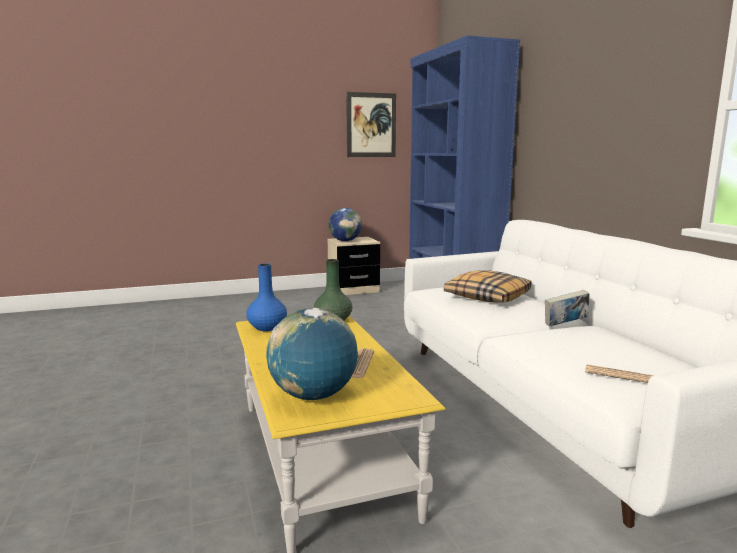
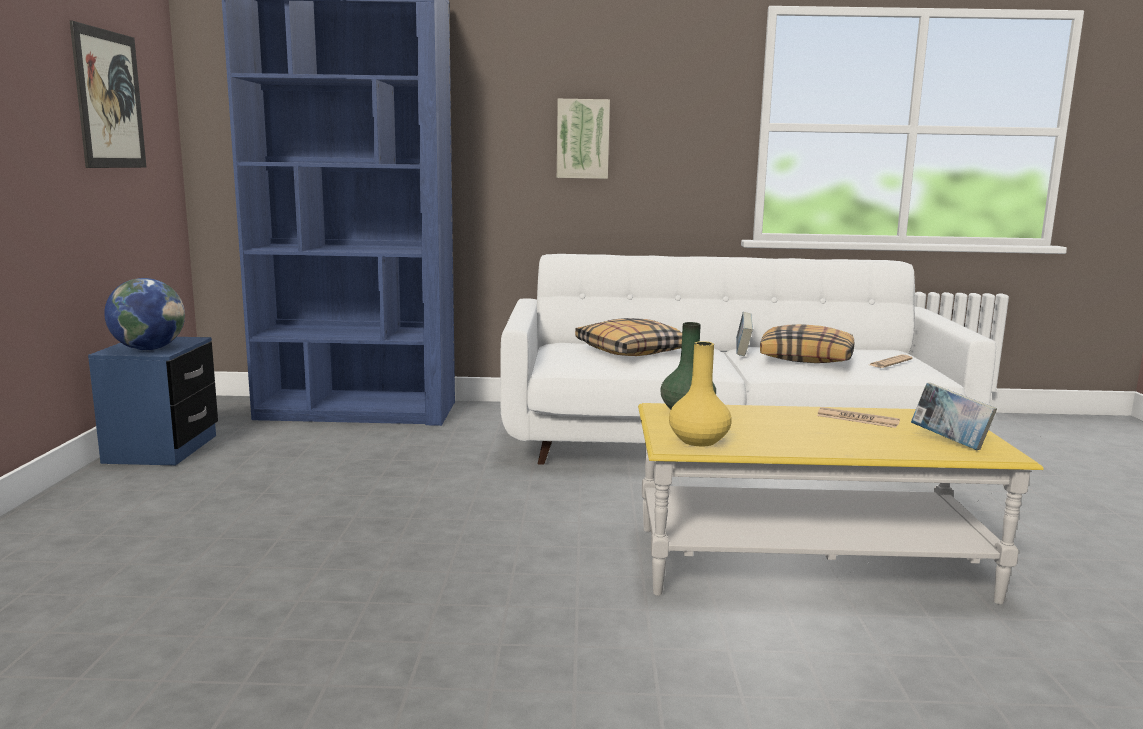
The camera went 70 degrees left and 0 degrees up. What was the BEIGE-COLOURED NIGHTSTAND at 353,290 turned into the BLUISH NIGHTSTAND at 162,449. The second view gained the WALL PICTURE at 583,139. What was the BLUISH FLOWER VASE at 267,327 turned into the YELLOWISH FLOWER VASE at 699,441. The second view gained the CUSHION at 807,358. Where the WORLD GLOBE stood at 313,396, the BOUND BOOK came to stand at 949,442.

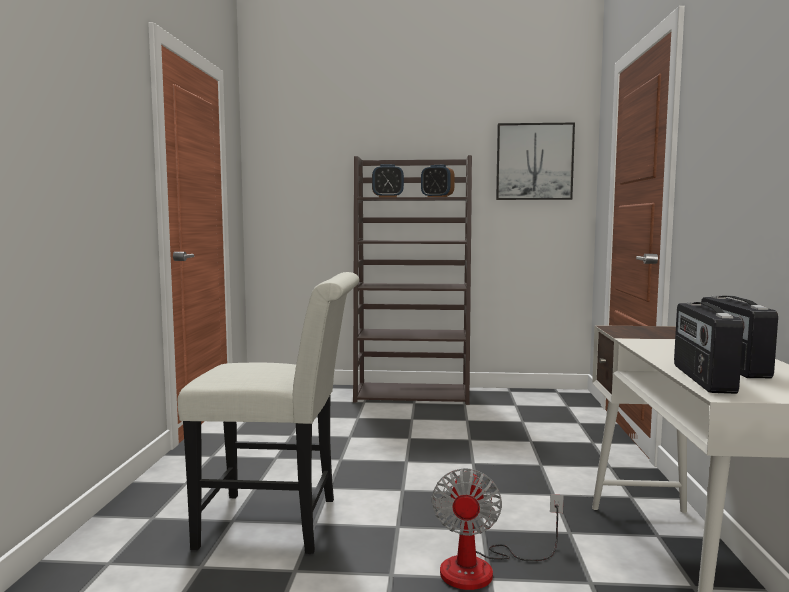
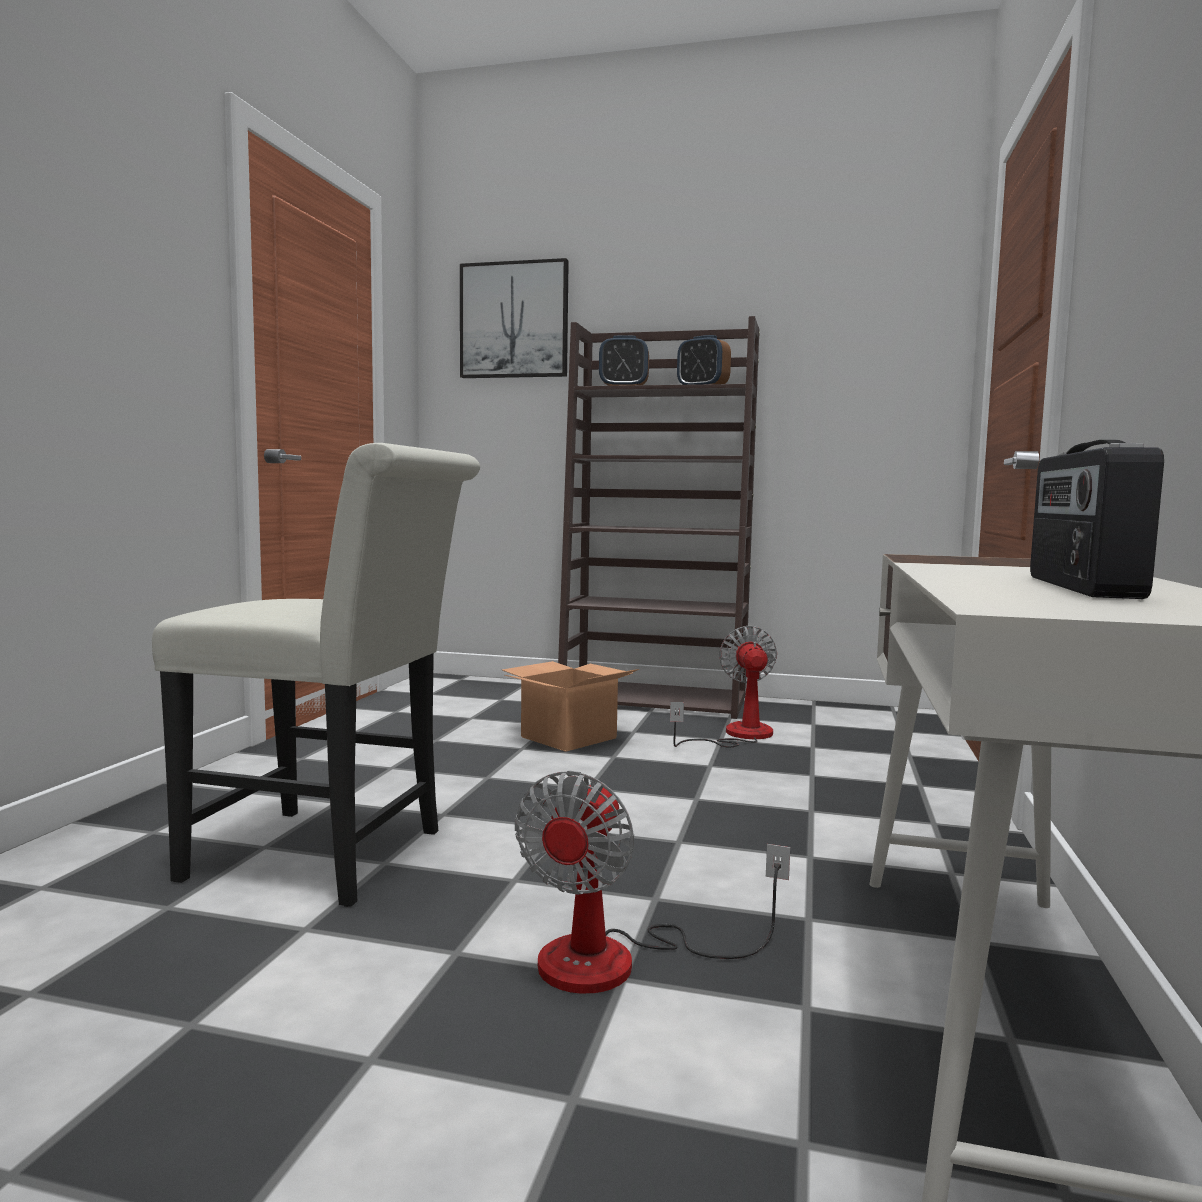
The camera went 10 degrees right and 0 degrees up. The WALL PICTURE ended up elsewhere, having gone from 534,162 to 514,320. The second view gained the PACKING BOX at 568,738. The second view gained the ELECTRIC FAN at 737,735. The second view lost the RADIO SET at 701,378.

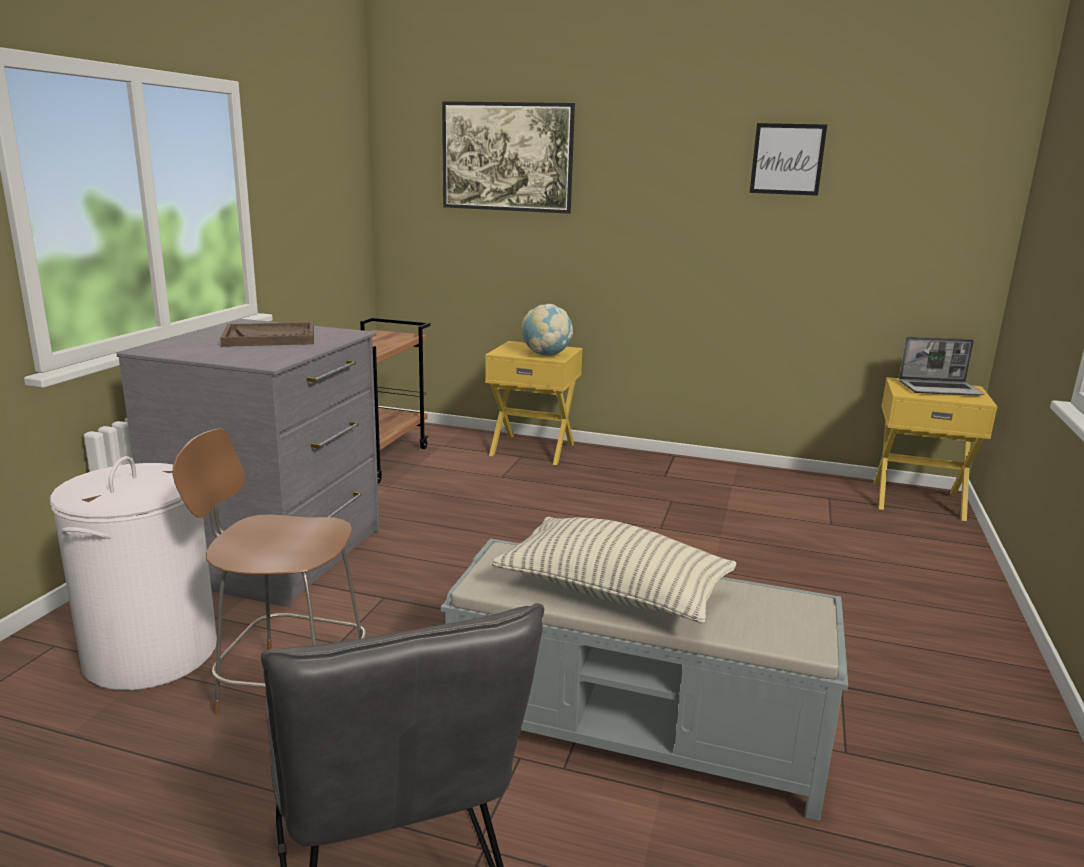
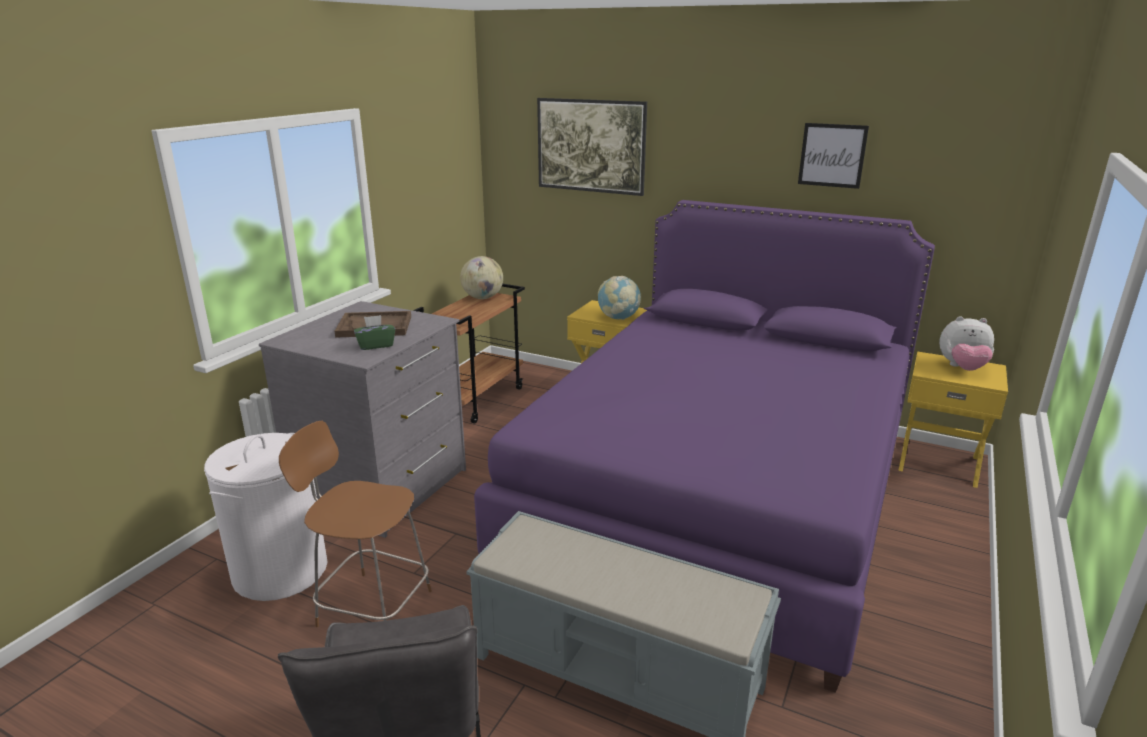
The camera went 10 degrees right and 5 degrees up. The second view gained the GREEN TISSUE BOX at 376,345. The second view gained the WORLD GLOBE at 483,298. The second view gained the PURPLE-COLOURED BED at 717,496. Where the NOTEBOOK COMPUTER stood at 940,389, the CUDDLY TOY came to stand at 962,368. The second view lost the CUSHION at 613,593.

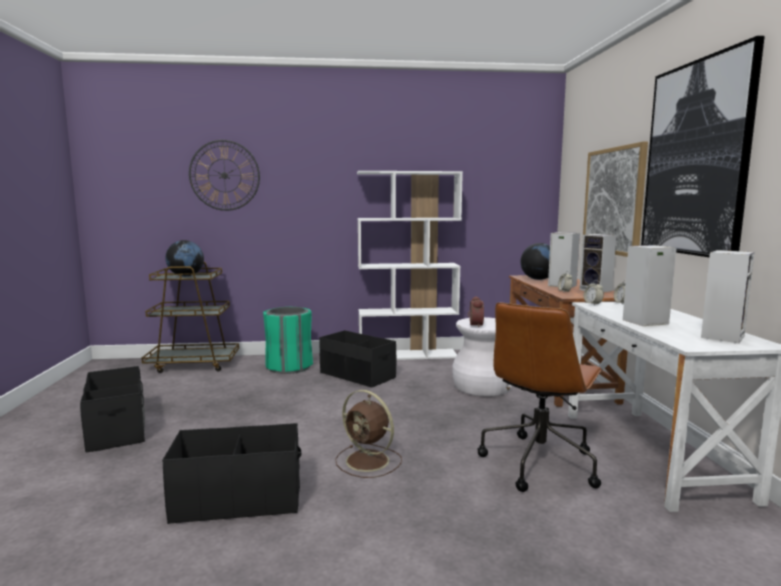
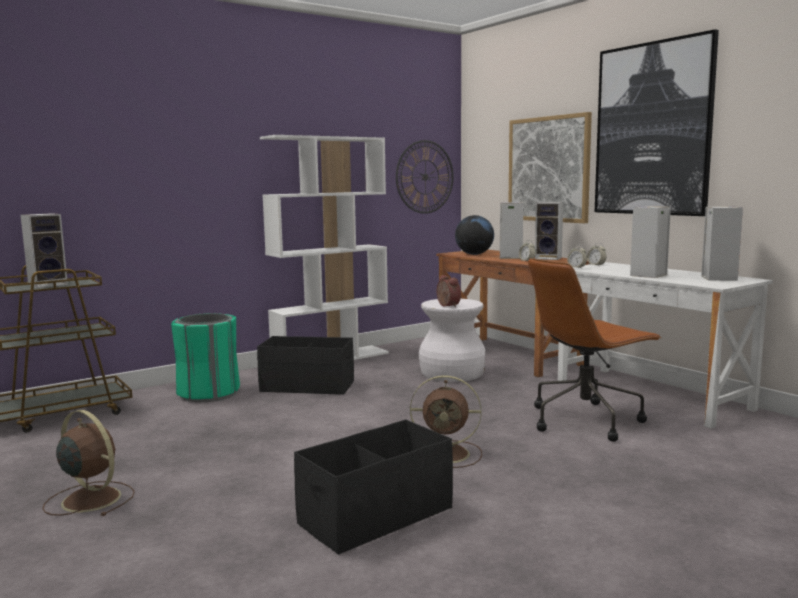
The camera went 30 degrees left and 0 degrees up. Where the WORLD GLOBE stood at 186,276, the AUDIO SPEAKER came to stand at 49,284. Where the BLACKISH STORAGE BIN stood at 117,428, the BROWN-COLOURED ELECTRIC FAN came to stand at 90,499. The HANGING CLOCK ended up elsewhere, having gone from 224,175 to 425,177. The BROWN-COLOURED DESK CHAIR at 539,462 ended up facing another way, 60 degrees clockwise from before.

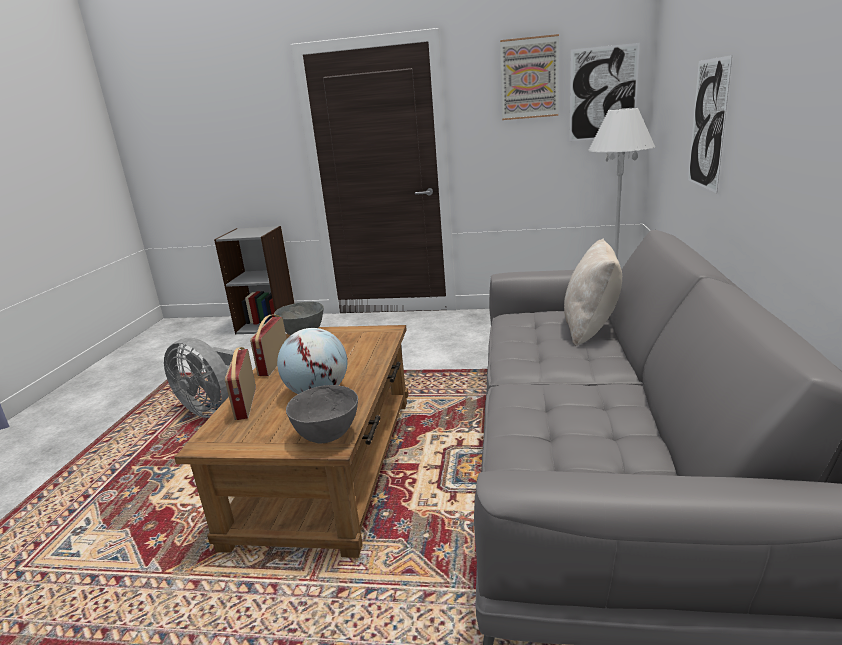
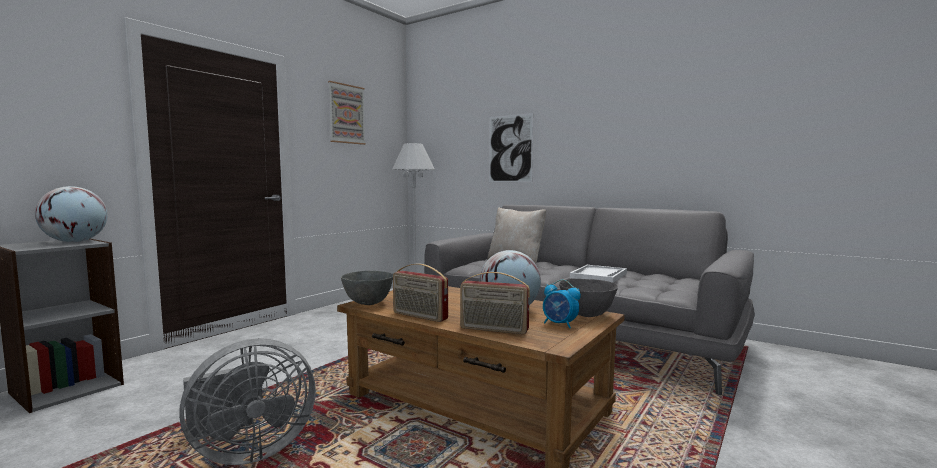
The camera went 65 degrees left and 15 degrees down. The second view gained the WORLD GLOBE at 75,242. The second view gained the BEDSIDE CLOCK at 560,324. The second view gained the WHITE-COLOURED CARRYING TRAY at 599,275. The second view lost the WALL PICTURE at 603,93.

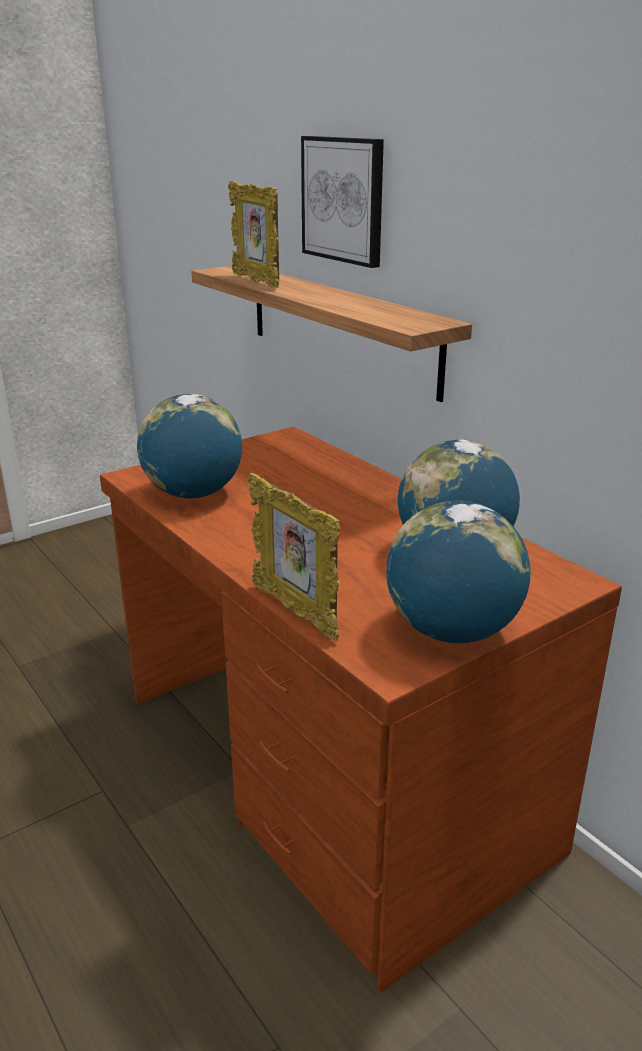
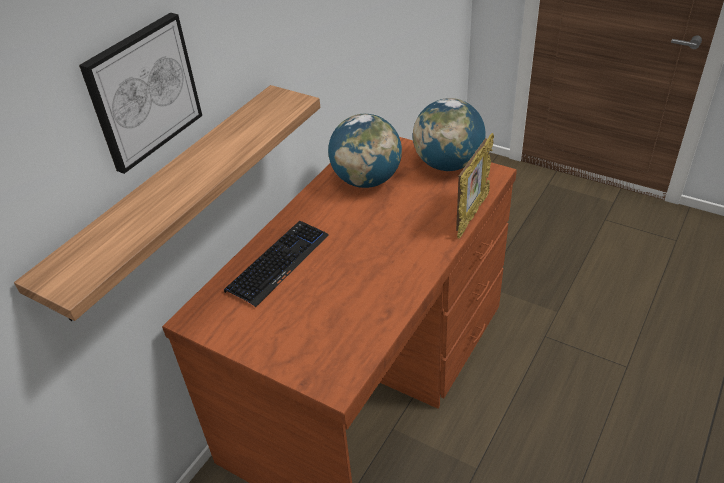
The camera went 110 degrees left and 15 degrees up. The second view gained the COMPUTER KEYBOARD at 278,263. The second view lost the WORLD GLOBE at 193,494. The second view lost the PICTURE FRAME at 256,281.

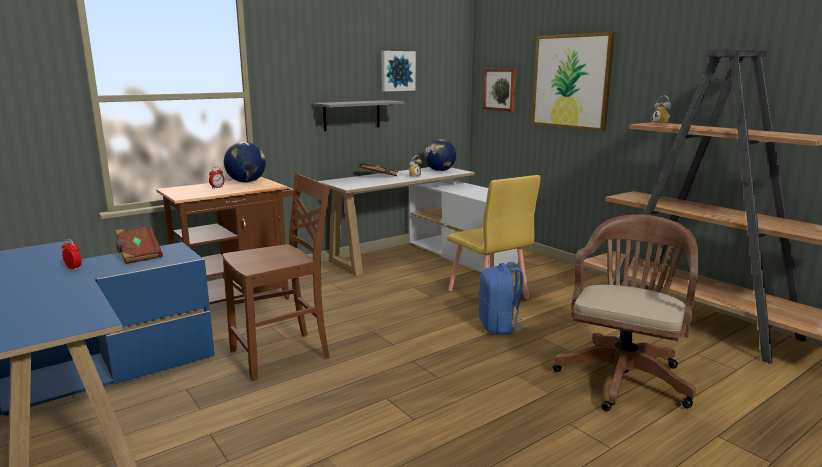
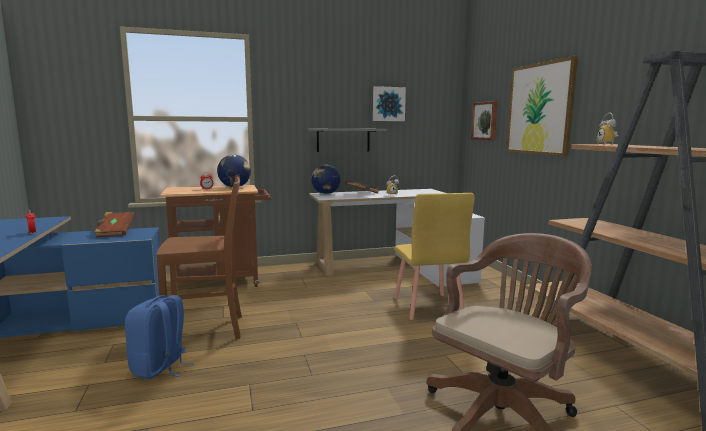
The camera went 20 degrees right and 5 degrees down. The BLUISH RUCKSACK ended up elsewhere, having gone from 499,327 to 160,368. The WORLD GLOBE ended up elsewhere, having gone from 440,171 to 325,194.

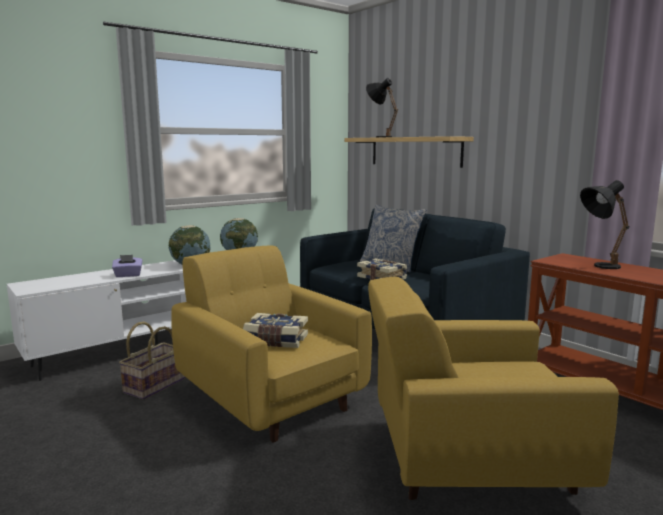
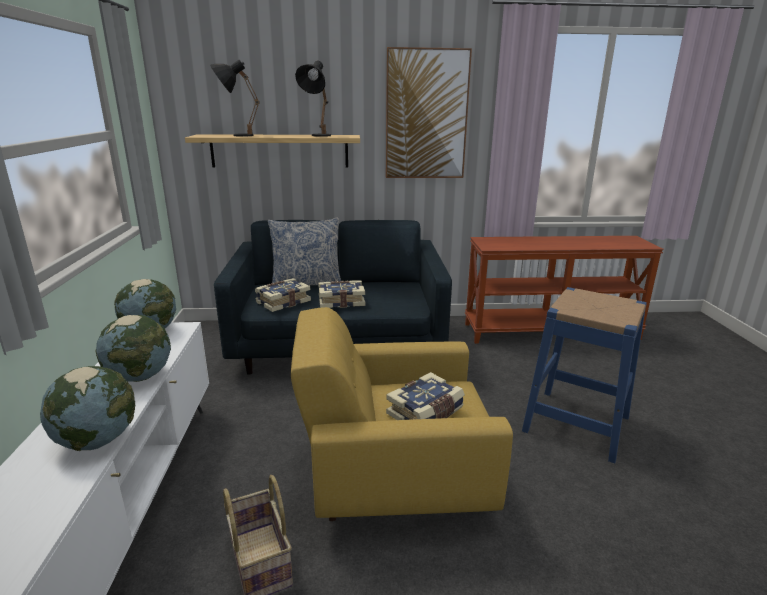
The camera went 55 degrees left and 10 degrees up. Where the PURPLE-COLOURED TISSUE BOX stood at 128,275, the WORLD GLOBE came to stand at 98,440. The second view gained the BOUND BOOK at 282,302. The BLACKISH TABLE LAMP ended up elsewhere, having gone from 598,266 to 317,136. The second view gained the WALL PICTURE at 426,115. Where the YELLOWISH ARMCHAIR stood at 468,461, the BLUISH STOOL SEAT came to stand at 576,424.

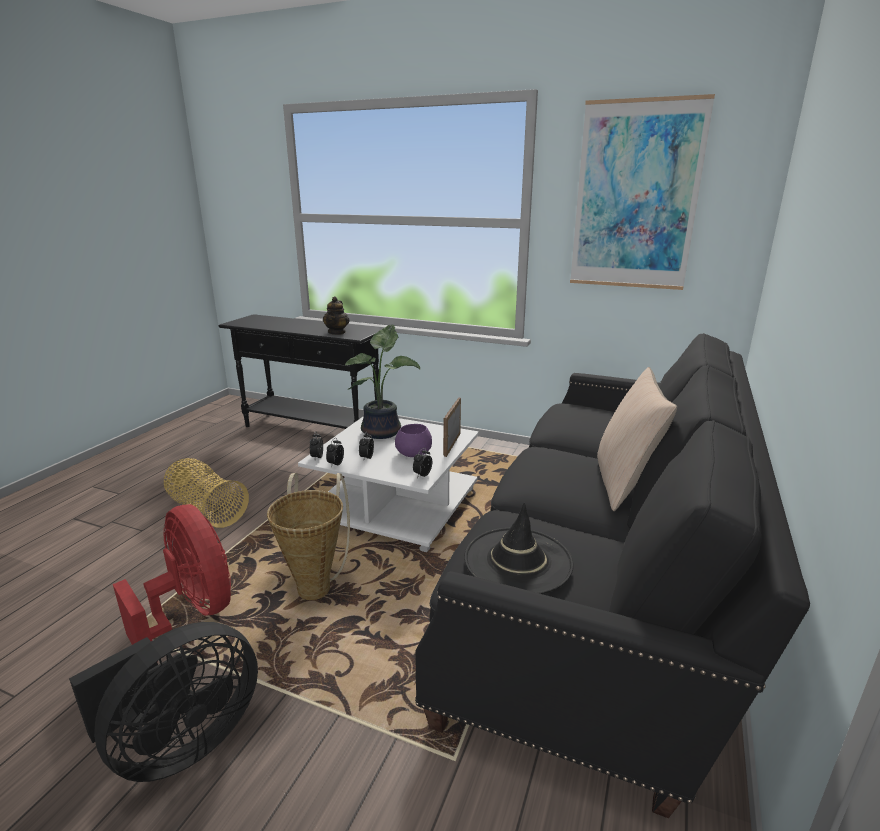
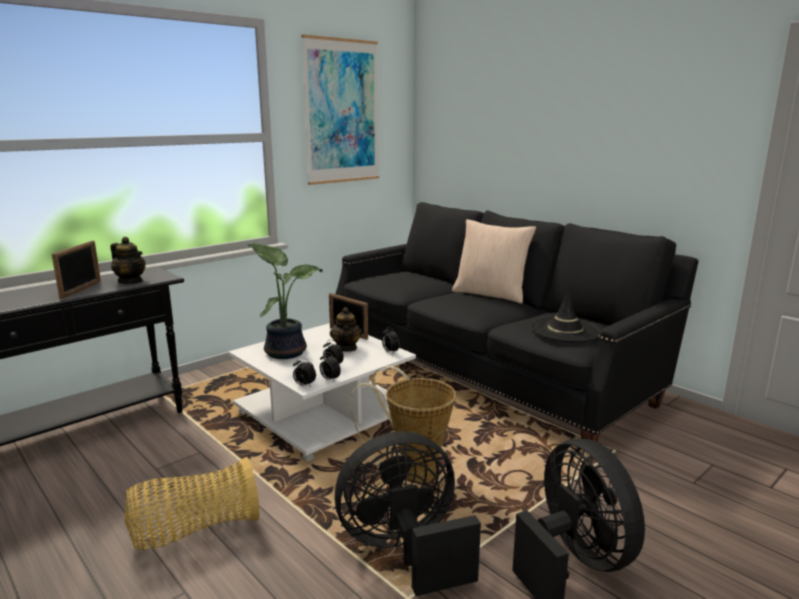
The camera went 65 degrees left and 5 degrees down. The second view gained the PICTURE FRAME at 81,289. Where the PURPLE-COLOURED DEEP DISH stood at 414,453, the TEAPOT came to stand at 346,347. What was the RED-COLOURED ELECTRIC FAN at 192,613 turned into the BLACKISH ELECTRIC FAN at 405,551.

